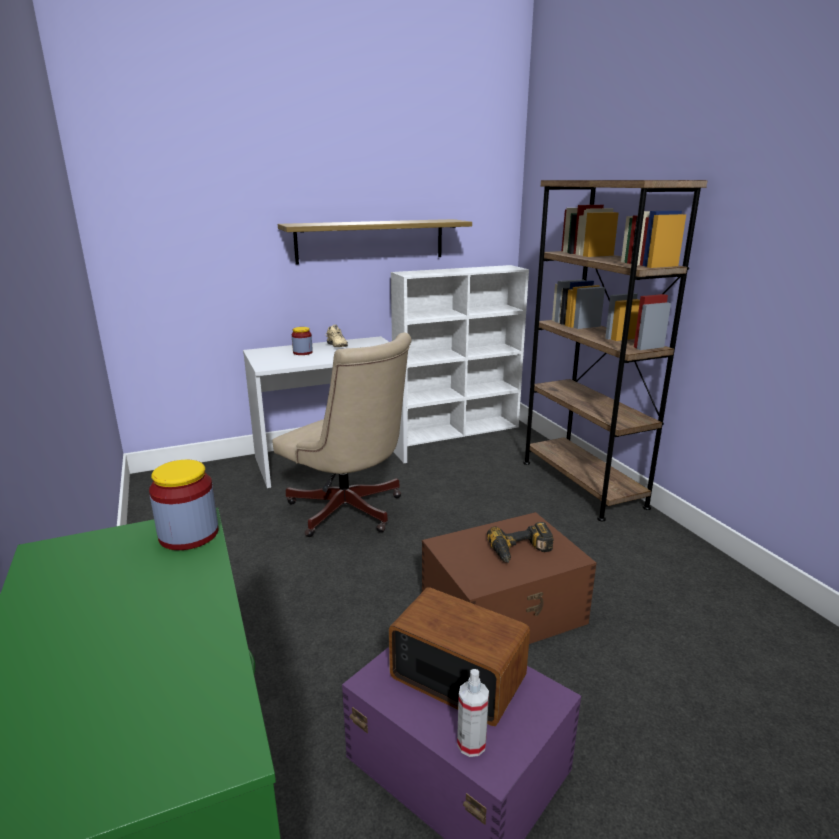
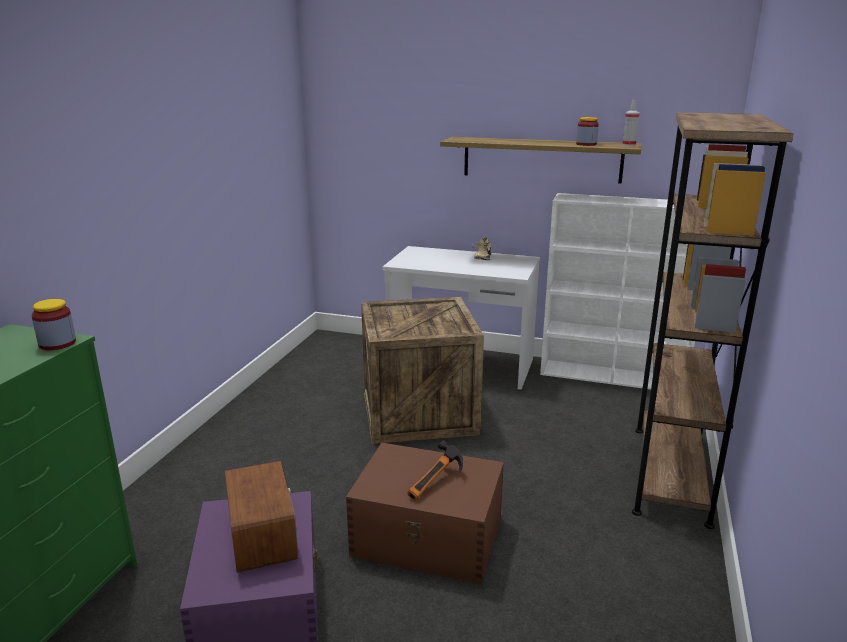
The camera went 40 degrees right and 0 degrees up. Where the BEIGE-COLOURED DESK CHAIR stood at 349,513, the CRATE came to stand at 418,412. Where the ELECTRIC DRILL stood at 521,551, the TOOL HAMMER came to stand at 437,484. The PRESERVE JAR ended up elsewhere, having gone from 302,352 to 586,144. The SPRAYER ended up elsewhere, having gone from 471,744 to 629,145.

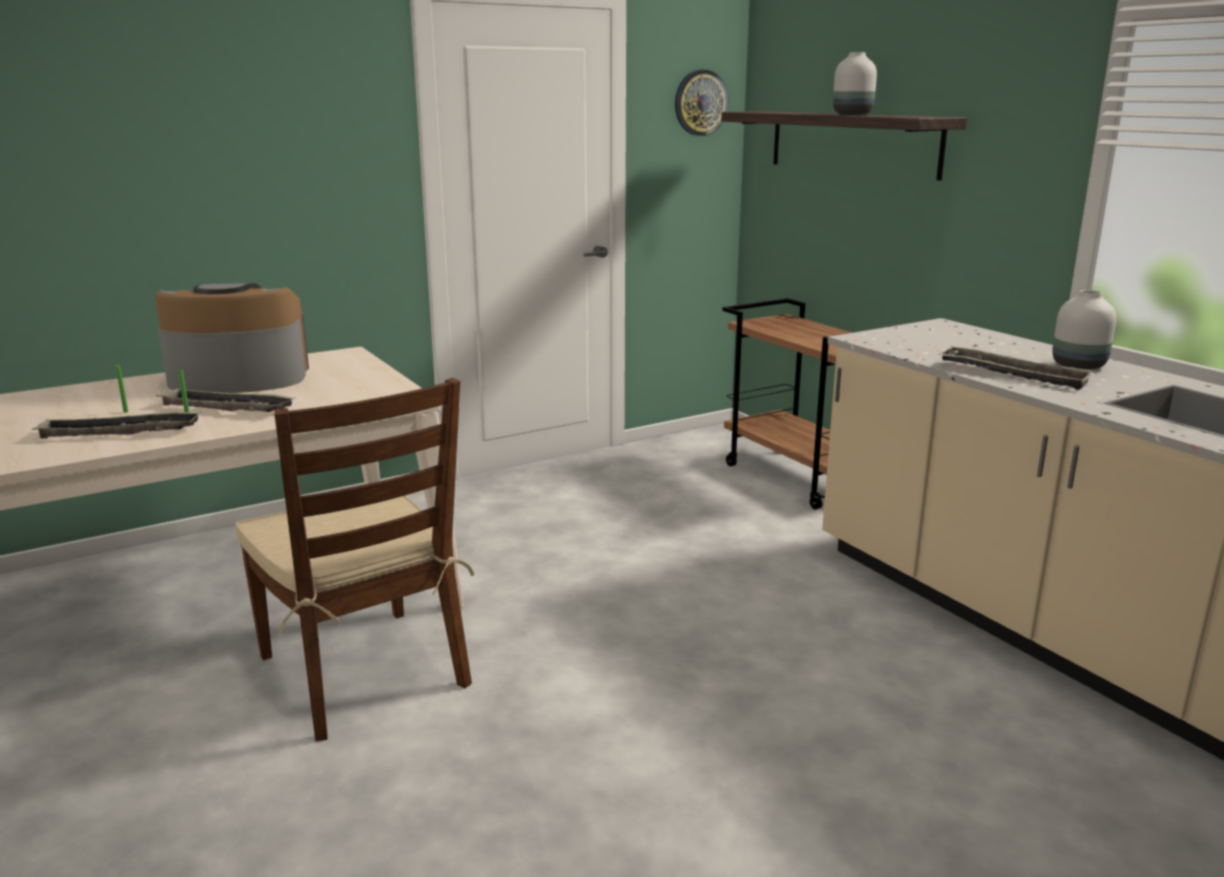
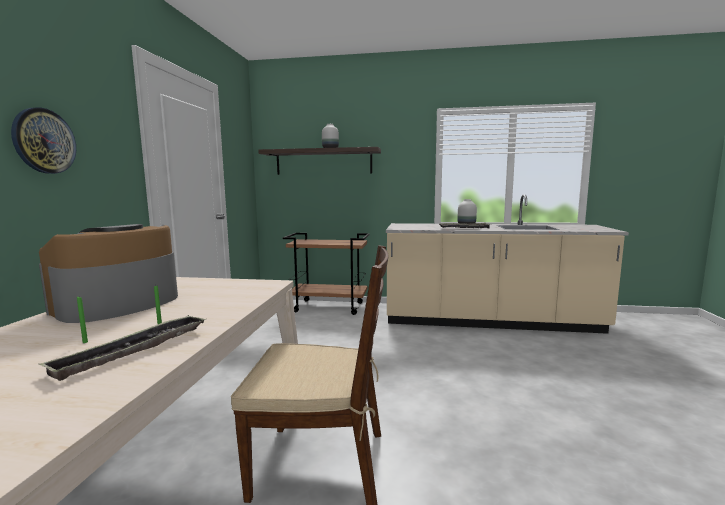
The camera went 50 degrees left and 10 degrees down. The HANGING CLOCK ended up elsewhere, having gone from 700,103 to 44,141. The second view lost the CARRYING TRAY at 227,408.

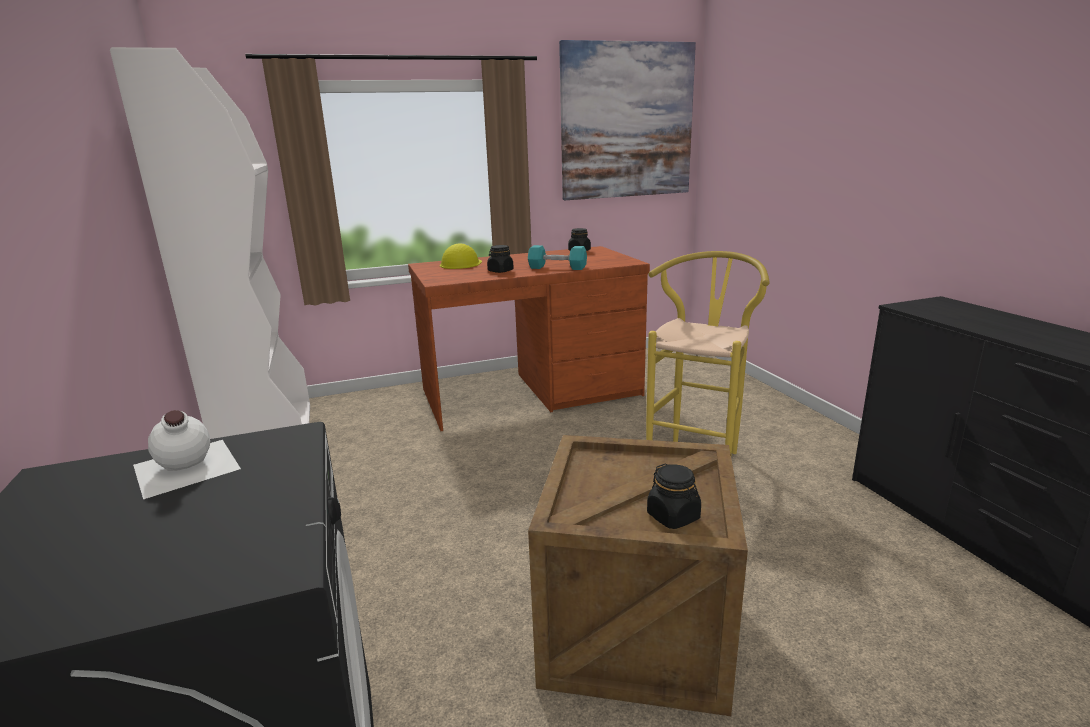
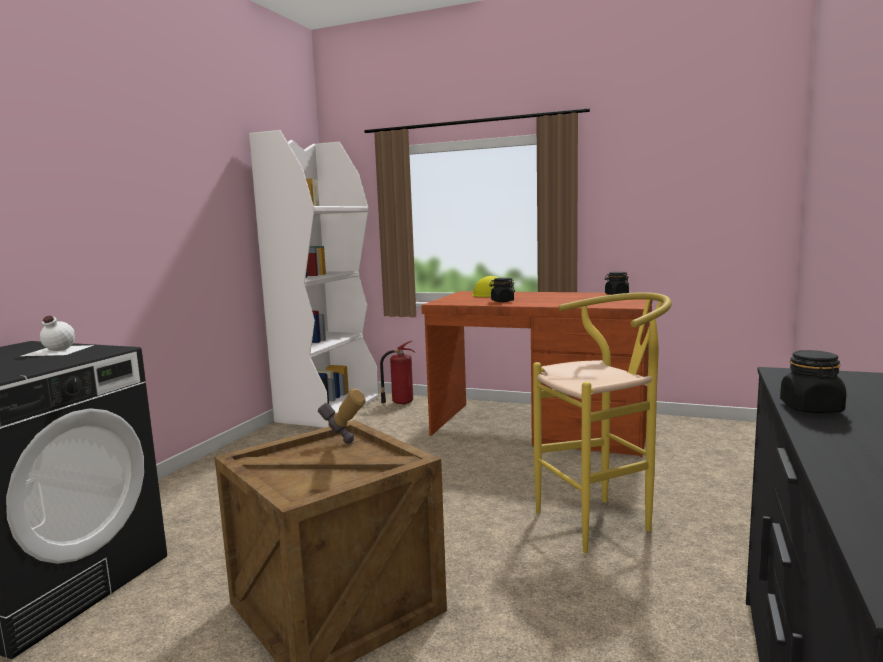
The camera went 40 degrees right and 10 degrees down. The second view gained the TOOL HAMMER at 343,454. The second view gained the FIRE EXTINGUISHER at 401,402. The BLACKISH PRESERVE JAR ended up elsewhere, having gone from 673,516 to 811,408. The second view lost the TURQUOISE DUMBBELL at 557,268. The second view lost the WALL PICTURE at 627,121.

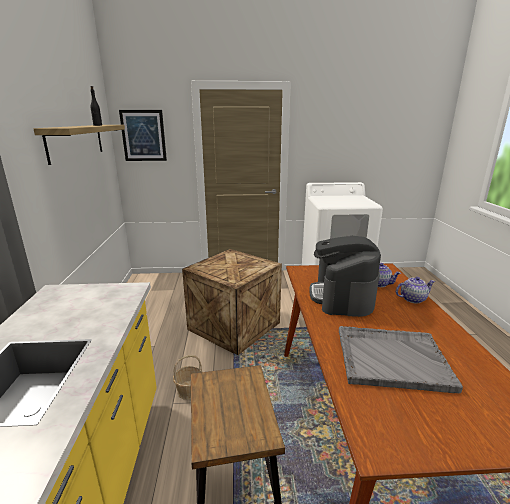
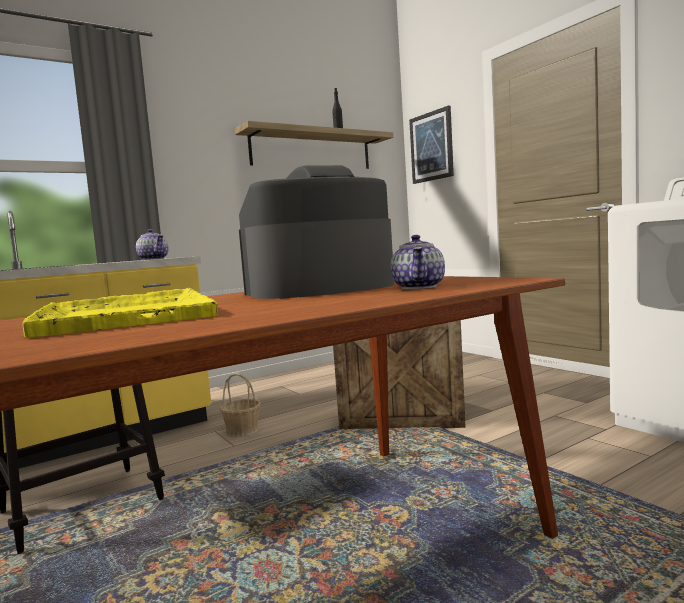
The camera went 60 degrees right and 15 degrees down. What was the GRAY CARRYING TRAY at 390,359 turned into the YELLOWISH CARRYING TRAY at 126,315. The TEAPOT ended up elsewhere, having gone from 413,299 to 154,259.

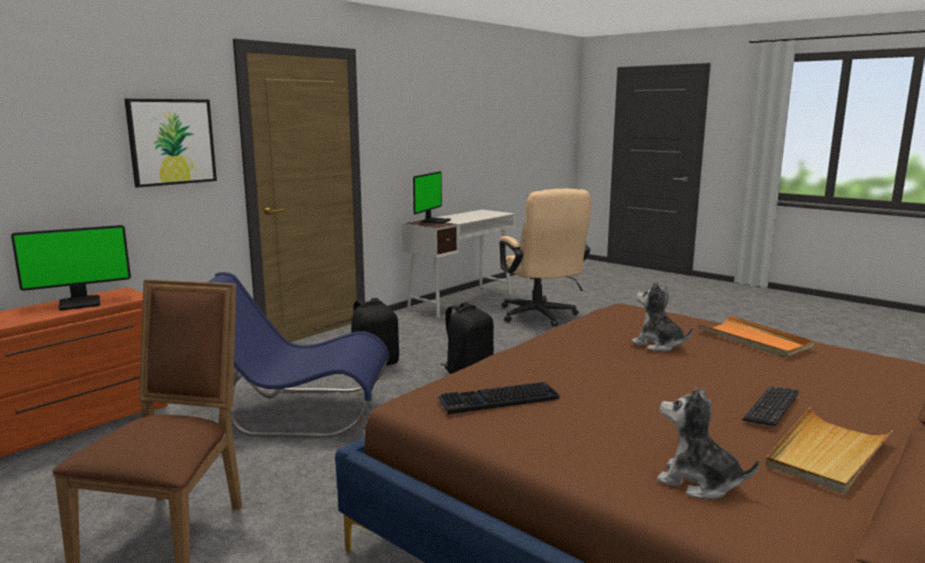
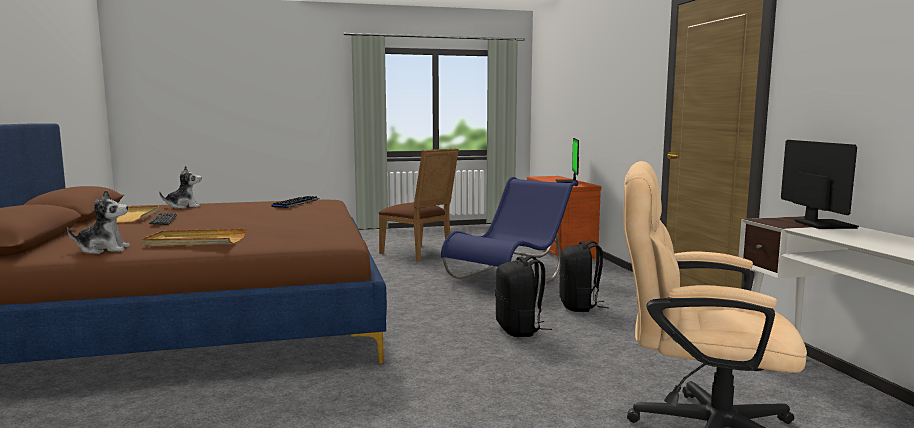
The camera went 125 degrees right and 5 degrees down. The CUDDLY TOY ended up elsewhere, having gone from 658,345 to 103,250. What was the ORANGEY CARRYING TRAY at 754,340 turned into the BEIGE-COLOURED CARRYING TRAY at 195,241. The MONITOR at 434,221 ended up facing another way, 150 degrees counterclockwise from before. The second view lost the WALL PICTURE at 171,142.

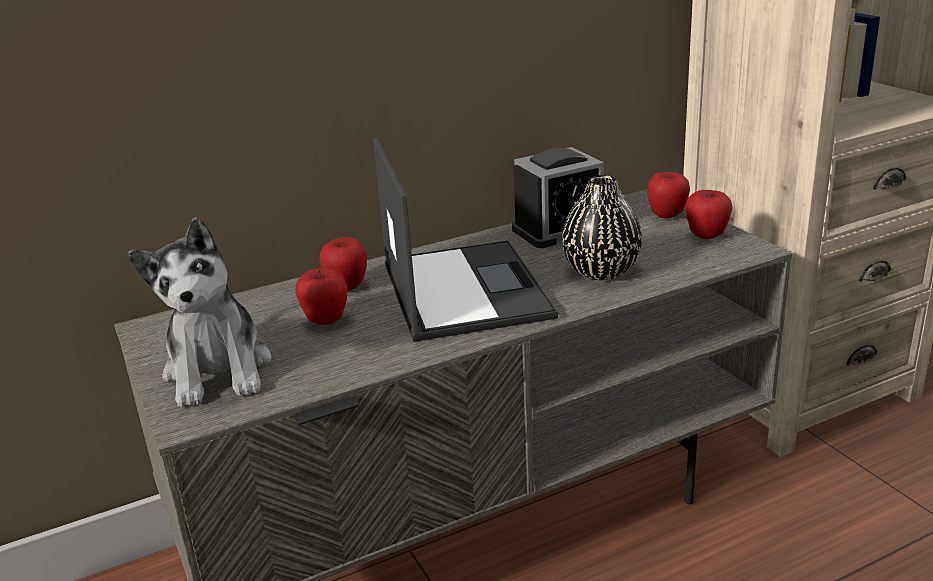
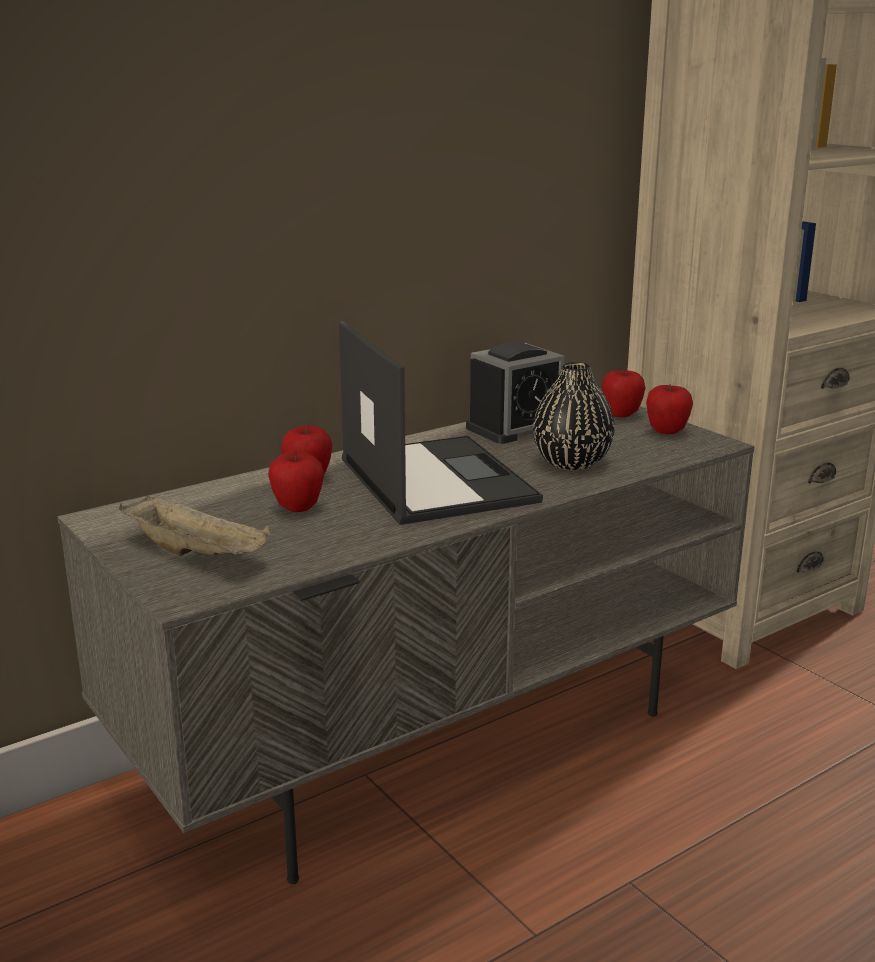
The camera went 10 degrees left and 5 degrees down. Where the CUDDLY TOY stood at 219,370, the BEIGE-COLOURED CARRYING TRAY came to stand at 198,553.

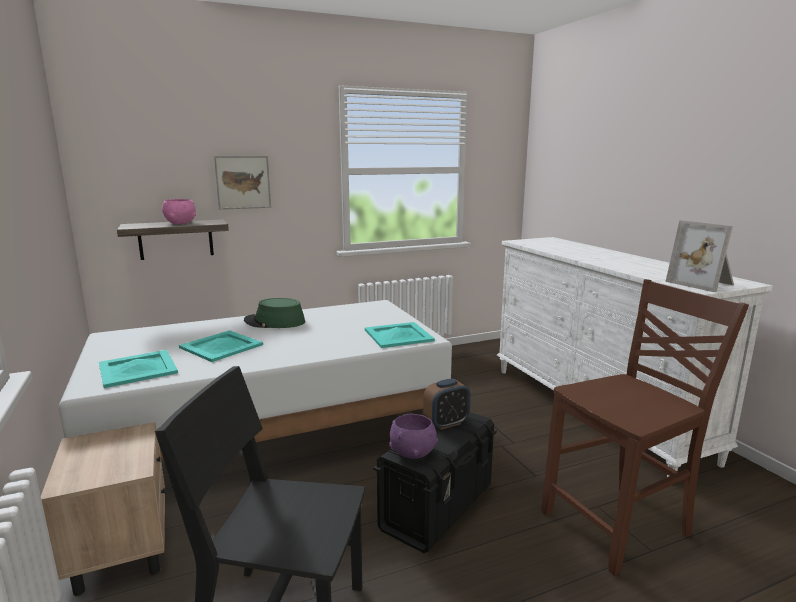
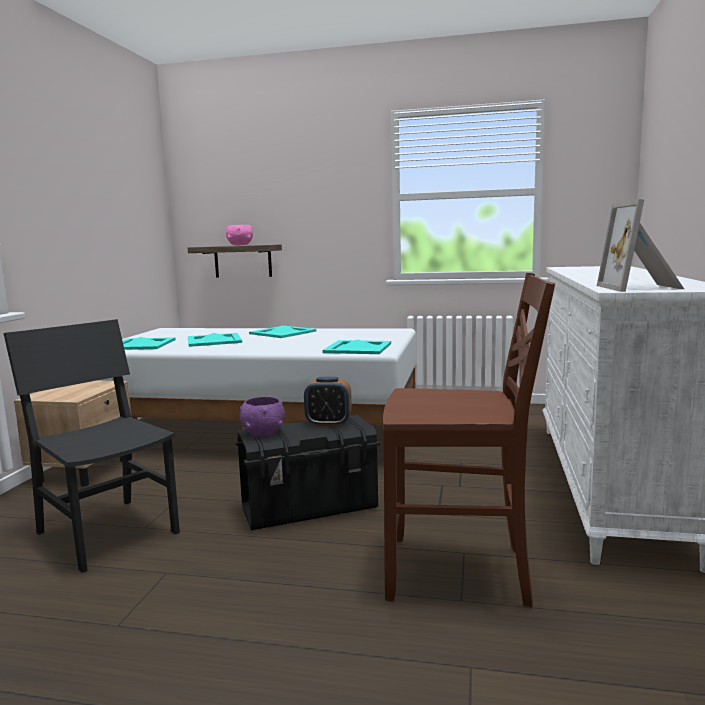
The camera went 35 degrees right and 5 degrees down. Where the GREEN WEARABLE HAT stood at 274,322, the TURQUOISE CARRYING TRAY came to stand at 282,332. The second view lost the WALL PICTURE at 243,182.

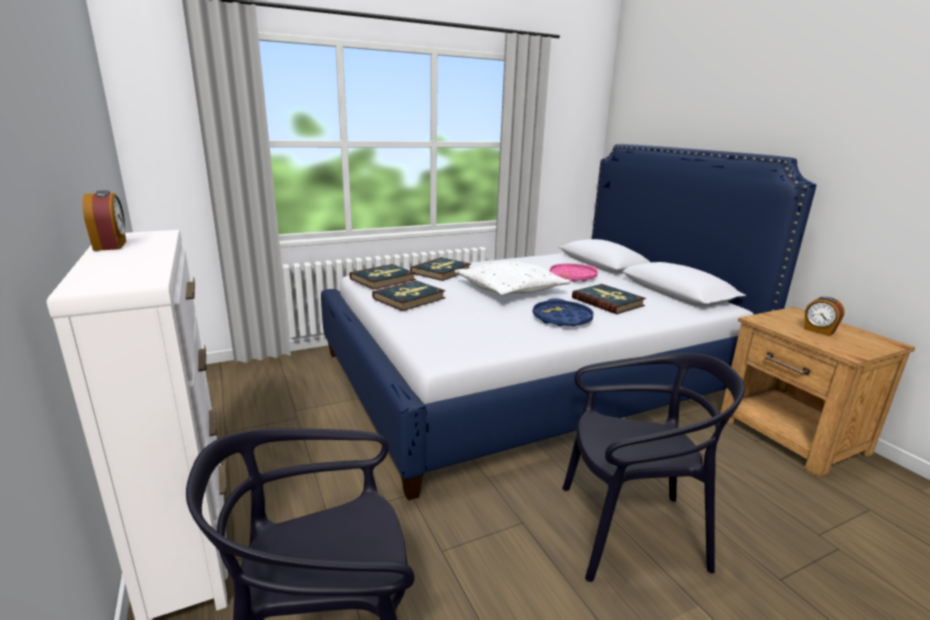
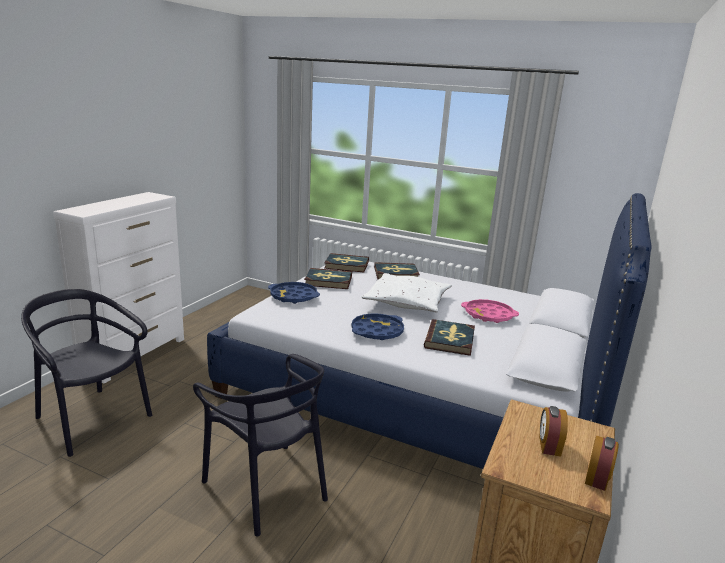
The camera went 50 degrees right and 0 degrees up. The second view gained the BLUISH CARRYING TRAY at 293,296. The BEDSIDE CLOCK ended up elsewhere, having gone from 111,246 to 597,479.

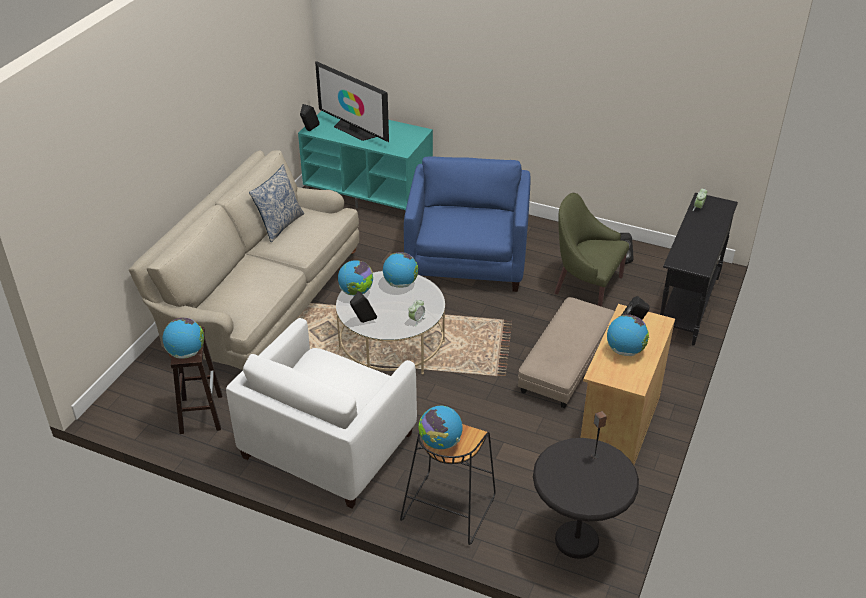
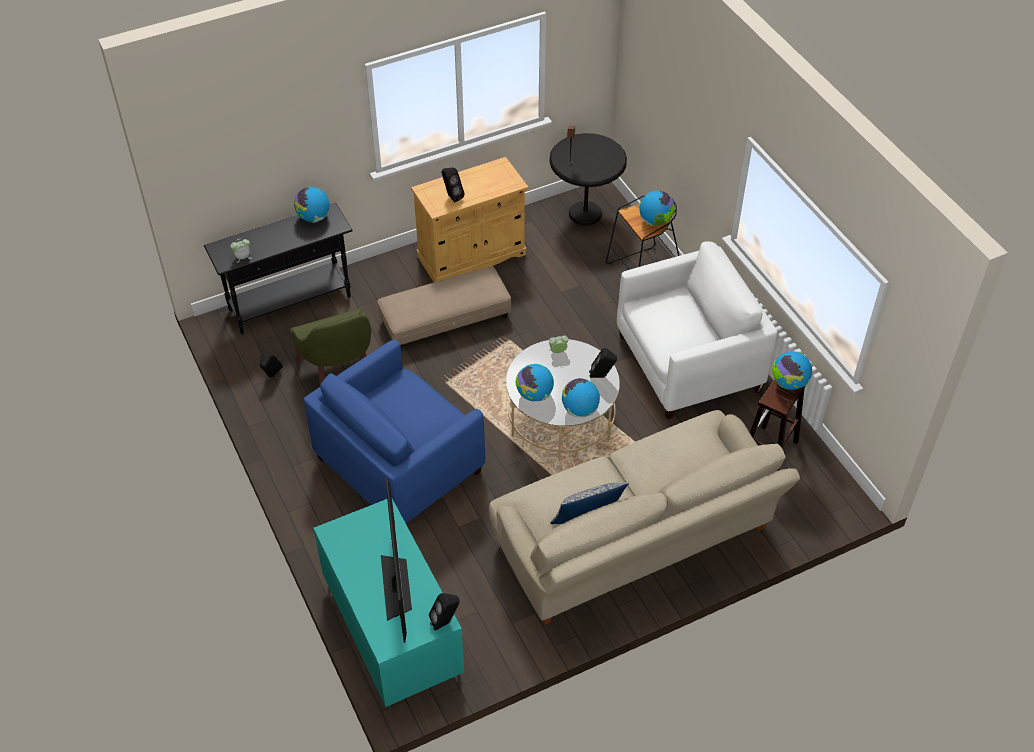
The camera went 140 degrees left and 10 degrees up. The WORLD GLOBE ended up elsewhere, having gone from 625,350 to 313,217.

